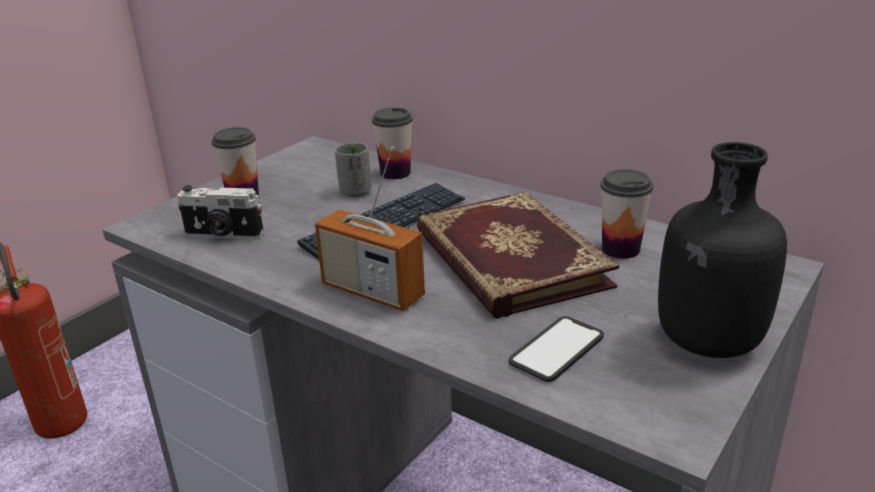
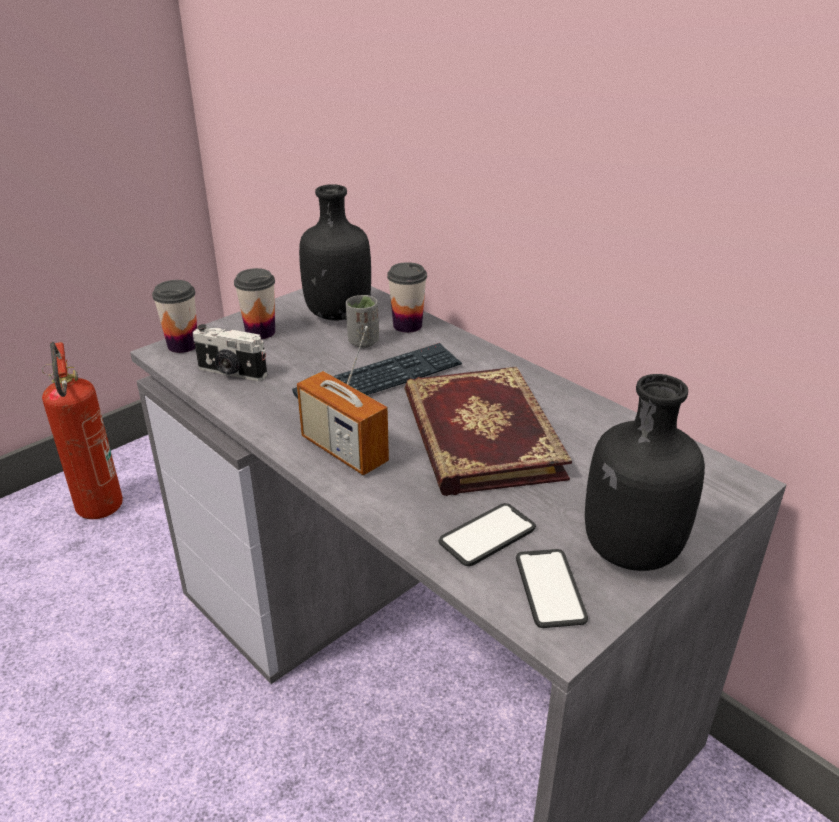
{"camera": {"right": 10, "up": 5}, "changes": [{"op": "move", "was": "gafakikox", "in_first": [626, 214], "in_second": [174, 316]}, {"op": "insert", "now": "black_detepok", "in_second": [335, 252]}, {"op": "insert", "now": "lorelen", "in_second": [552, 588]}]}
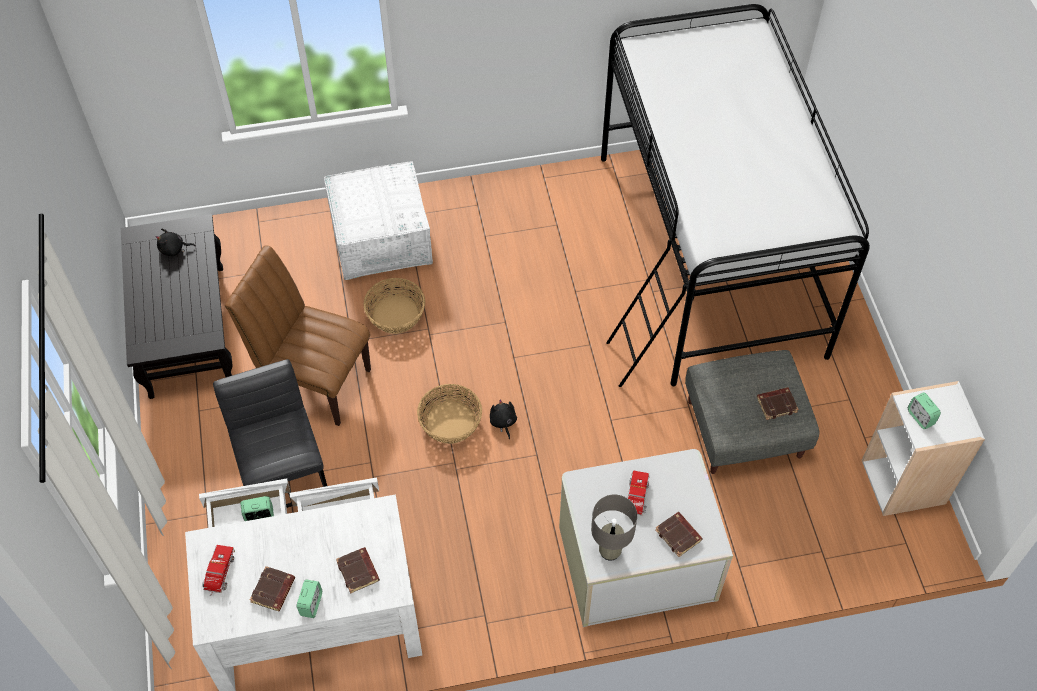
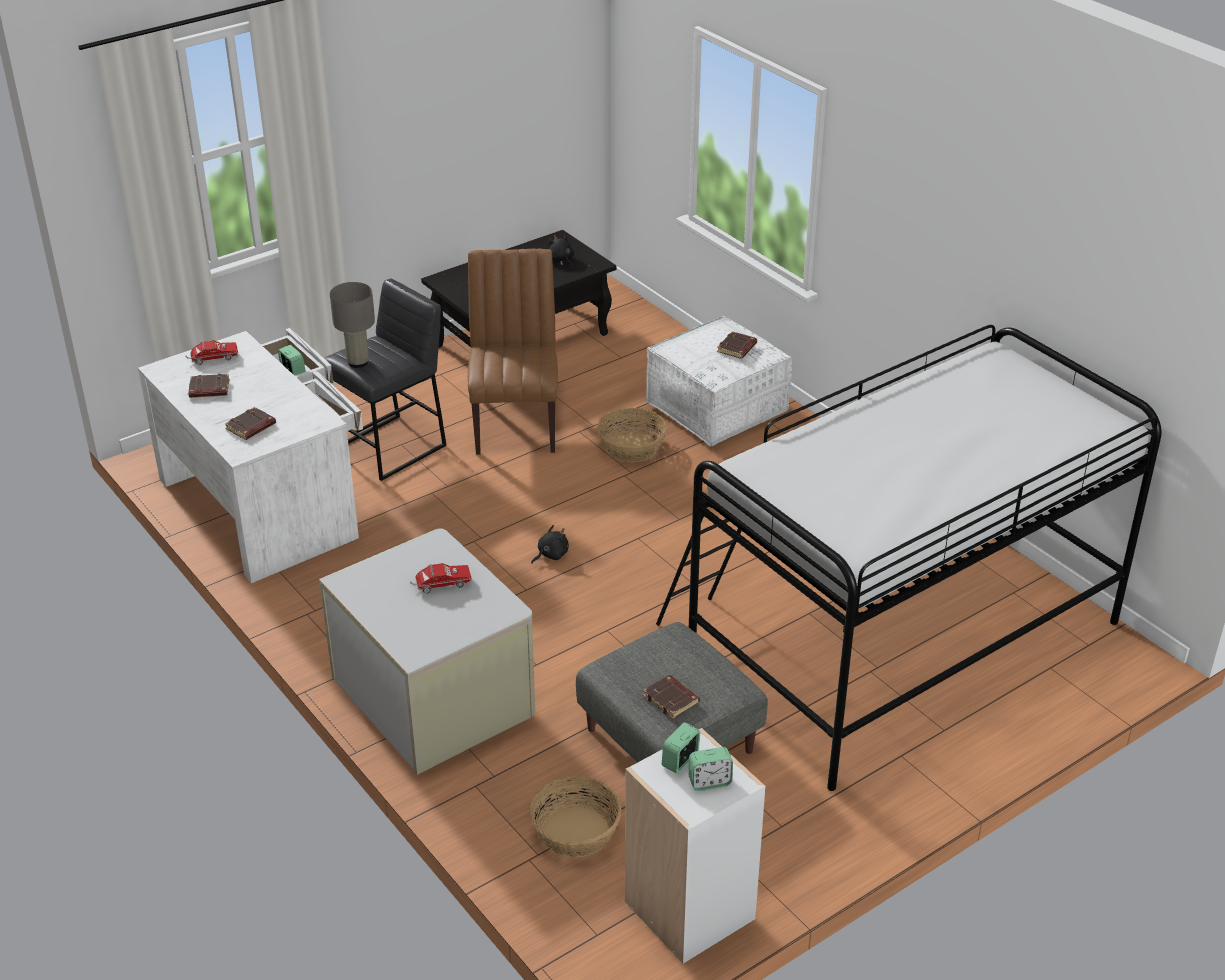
{"camera": {"right": 65, "up": -20}, "changes": [{"op": "move", "was": "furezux", "in_first": [309, 598], "in_second": [711, 769]}, {"op": "move", "was": "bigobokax", "in_first": [449, 414], "in_second": [575, 817]}, {"op": "move", "was": "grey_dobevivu", "in_first": [614, 528], "in_second": [352, 325]}, {"op": "move", "was": "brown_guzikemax", "in_first": [679, 534], "in_second": [737, 345]}]}
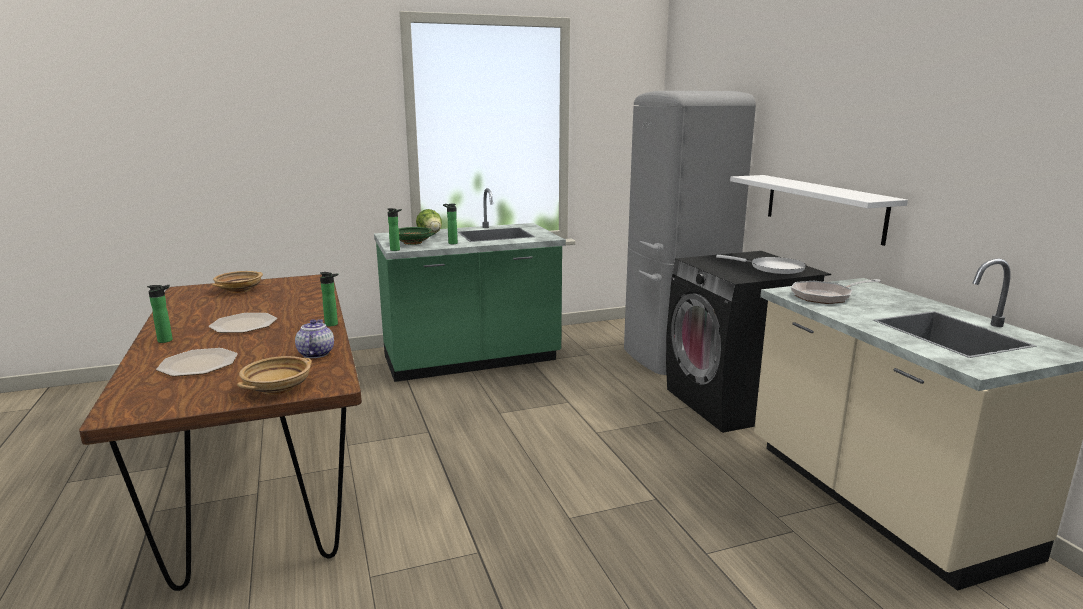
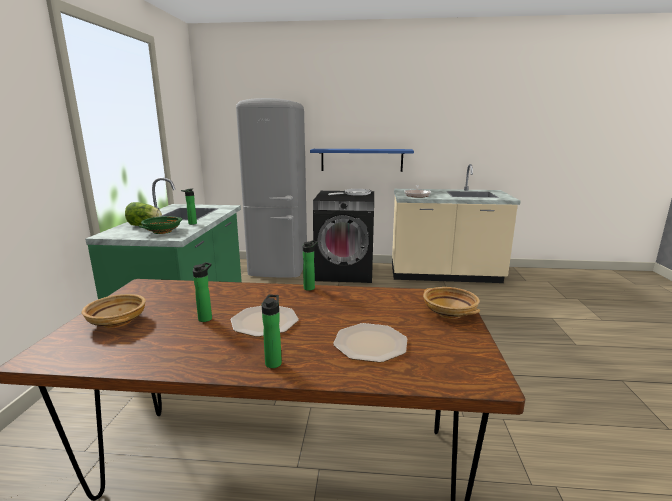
{"camera": {"right": -65, "up": 0}, "changes": [{"op": "delete", "was": "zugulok", "in_first": [314, 338]}, {"op": "move", "was": "detepok", "in_first": [395, 229], "in_second": [202, 292]}, {"op": "recolor", "was": "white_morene", "now": "blue_morene", "in_first": [819, 210], "in_second": [362, 160]}]}
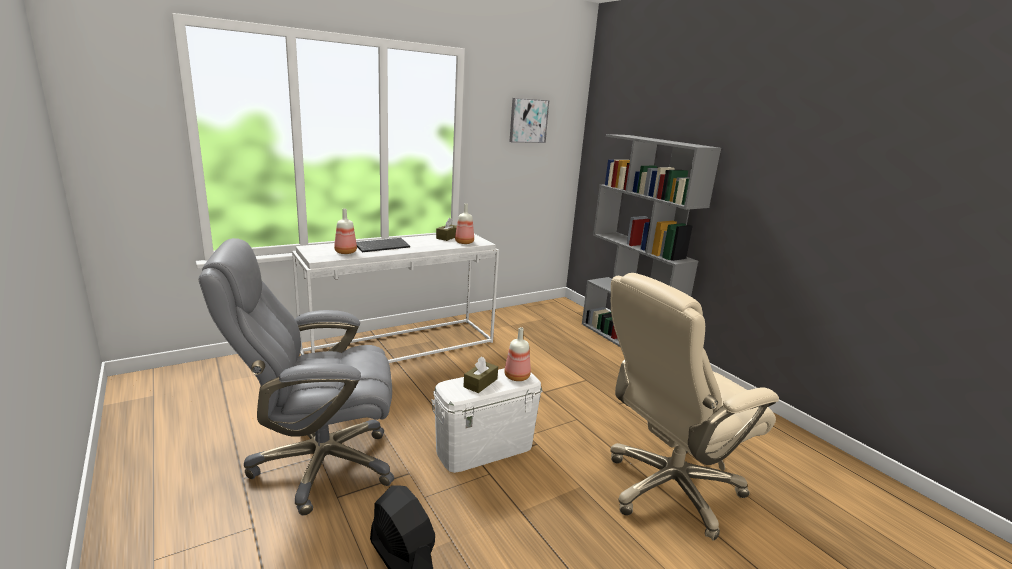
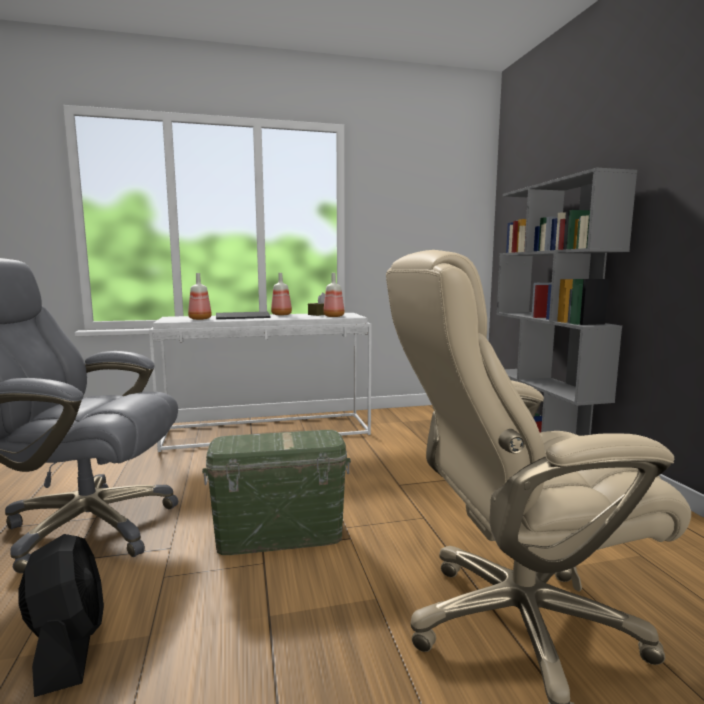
{"camera": {"right": 20, "up": -10}, "changes": [{"op": "recolor", "was": "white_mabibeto", "now": "green_mabibeto", "in_first": [486, 420], "in_second": [276, 492]}, {"op": "delete", "was": "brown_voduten", "in_first": [480, 374]}, {"op": "move", "was": "detepok", "in_first": [517, 354], "in_second": [281, 294]}, {"op": "delete", "was": "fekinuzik", "in_first": [529, 120]}]}
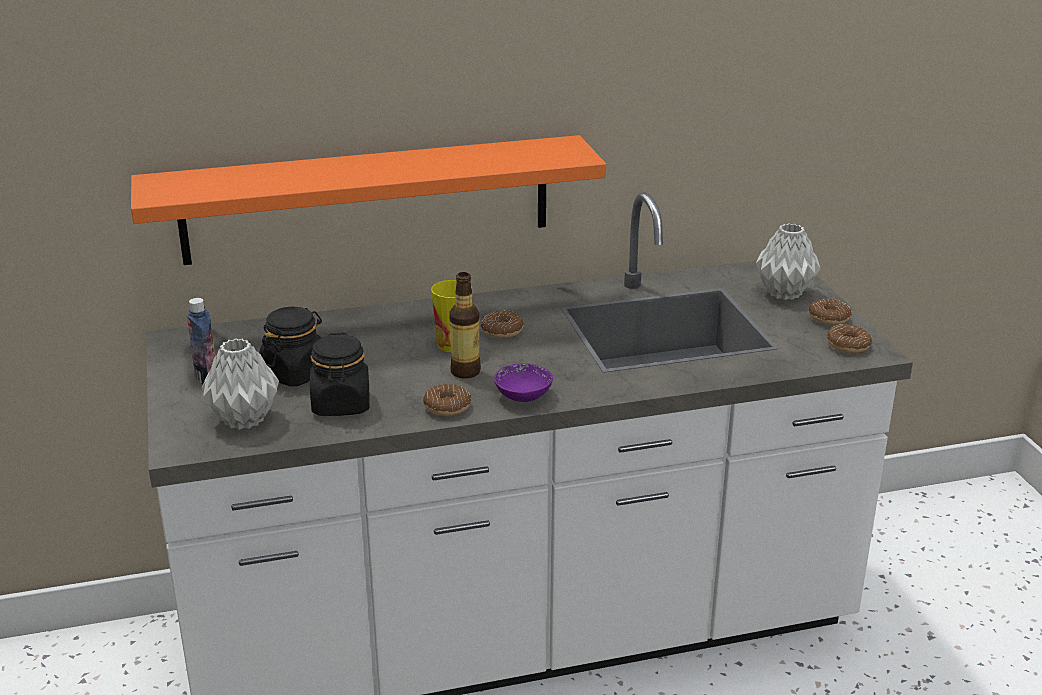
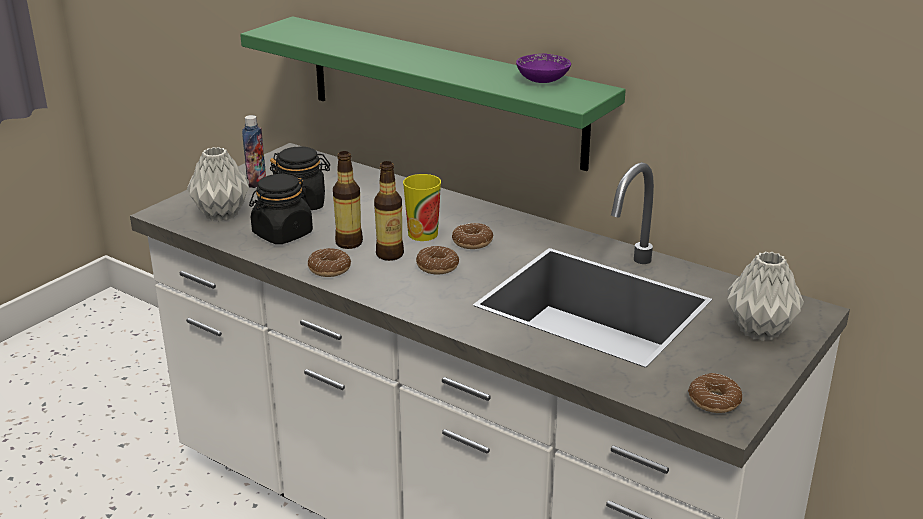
{"camera": {"right": 50, "up": 0}, "changes": [{"op": "recolor", "was": "orange_morene", "now": "green_morene", "in_first": [368, 200], "in_second": [433, 93]}, {"op": "move", "was": "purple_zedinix", "in_first": [523, 382], "in_second": [543, 68]}, {"op": "move", "was": "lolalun", "in_first": [830, 312], "in_second": [437, 260]}, {"op": "insert", "now": "detepok", "in_second": [348, 200]}]}
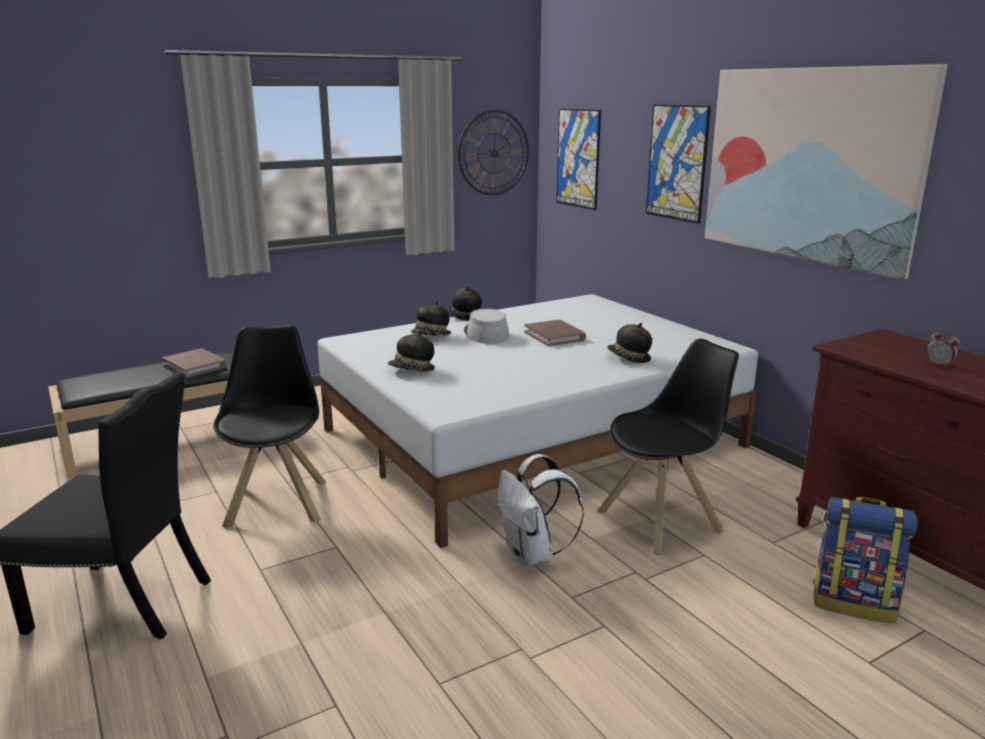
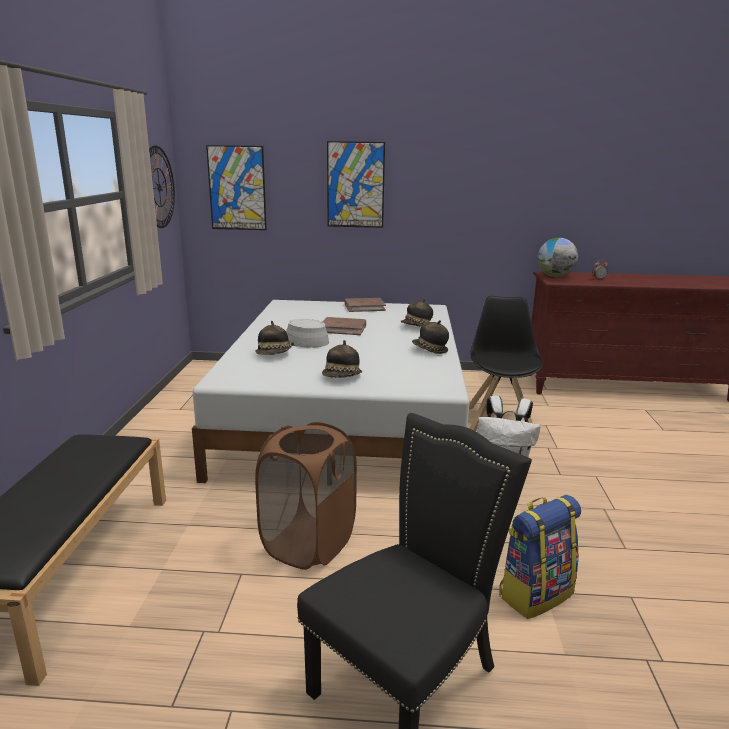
{"camera": {"right": -55, "up": 0}, "changes": [{"op": "move", "was": "brown_guzikemax", "in_first": [194, 363], "in_second": [365, 305]}, {"op": "replace", "was": "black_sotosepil", "now": "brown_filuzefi", "in_first": [270, 427], "in_second": [306, 496]}, {"op": "move", "was": "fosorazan", "in_first": [465, 303], "in_second": [430, 337]}, {"op": "delete", "was": "fekinuzik", "in_first": [826, 172]}, {"op": "move", "was": "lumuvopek", "in_first": [865, 560], "in_second": [540, 557]}, {"op": "insert", "now": "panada", "in_second": [557, 257]}]}
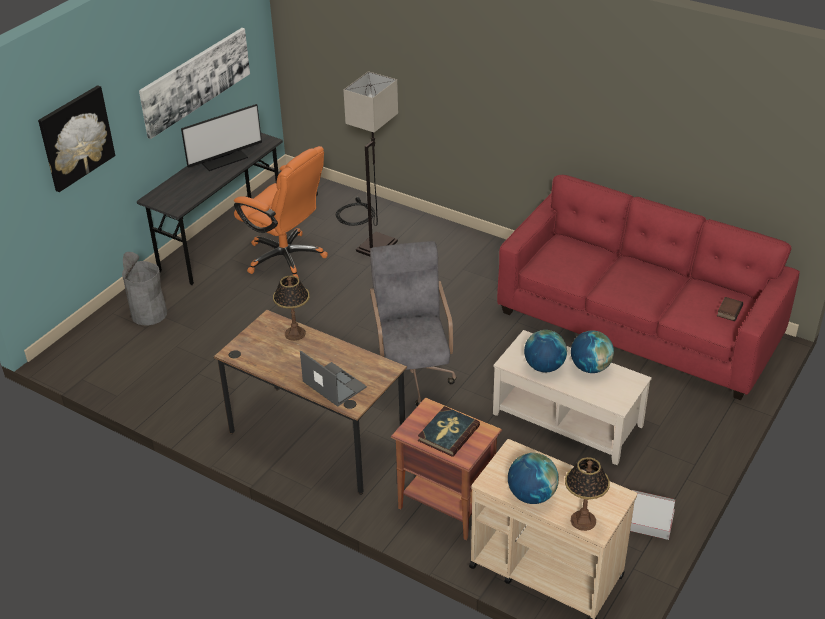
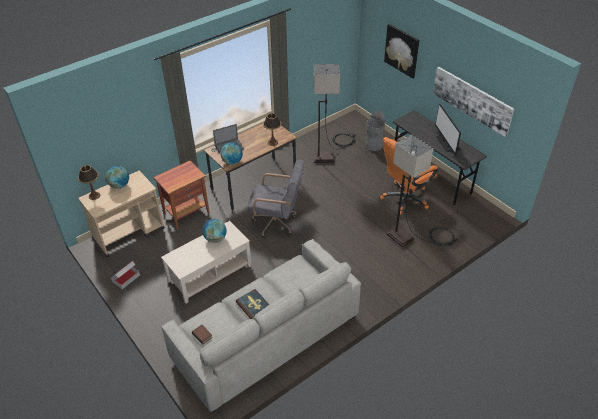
{"camera": {"right": 110, "up": 5}, "changes": [{"op": "move", "was": "guzikemax", "in_first": [449, 431], "in_second": [252, 304]}, {"op": "recolor", "was": "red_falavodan", "now": "grey_falavodan", "in_first": [648, 287], "in_second": [261, 326]}, {"op": "move", "was": "panada", "in_first": [592, 351], "in_second": [231, 153]}, {"op": "insert", "now": "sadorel", "in_second": [335, 113]}]}
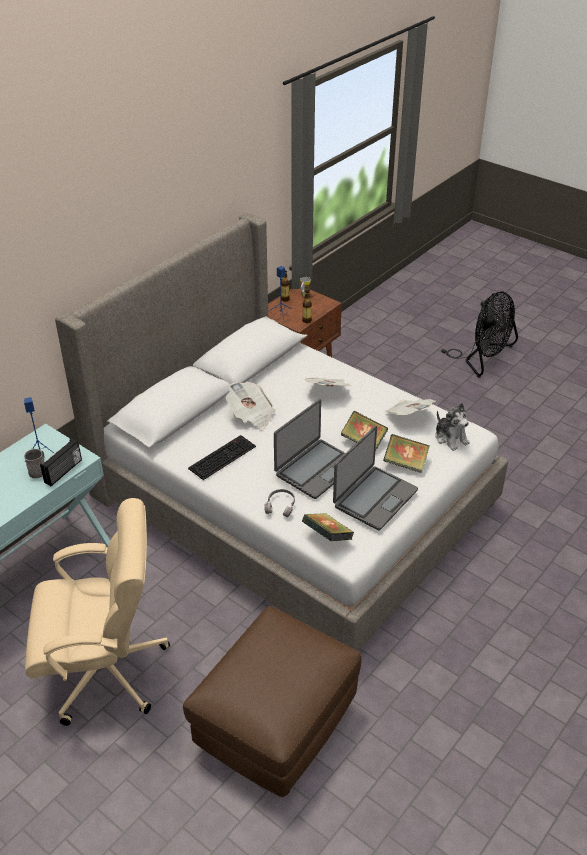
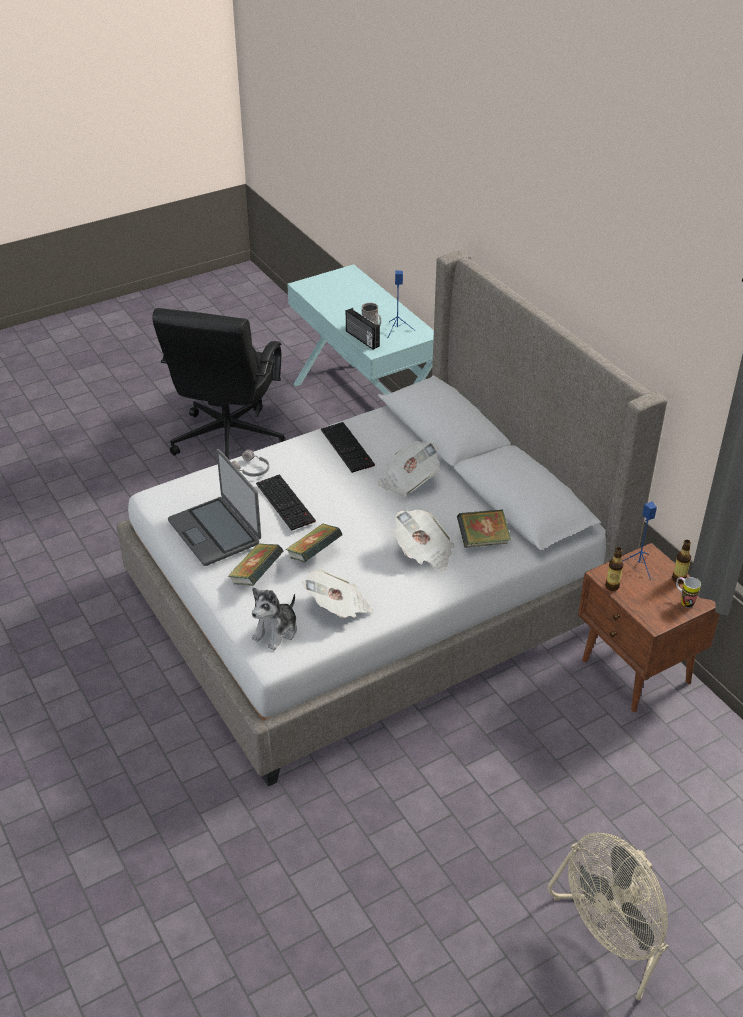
{"camera": {"right": 110, "up": 0}, "changes": [{"op": "recolor", "was": "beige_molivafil", "now": "black_molivafil", "in_first": [97, 612], "in_second": [219, 383]}, {"op": "delete", "was": "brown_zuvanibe", "in_first": [272, 701]}, {"op": "replace", "was": "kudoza", "now": "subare", "in_first": [309, 449], "in_second": [286, 502]}, {"op": "move", "was": "guzikemax", "in_first": [328, 527], "in_second": [484, 528]}, {"op": "rotate", "was": "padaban", "in_first": [452, 427], "in_second": [274, 618], "clockwise": -45}, {"op": "recolor", "was": "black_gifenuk", "now": "beige_gifenuk", "in_first": [479, 335], "in_second": [608, 917]}]}
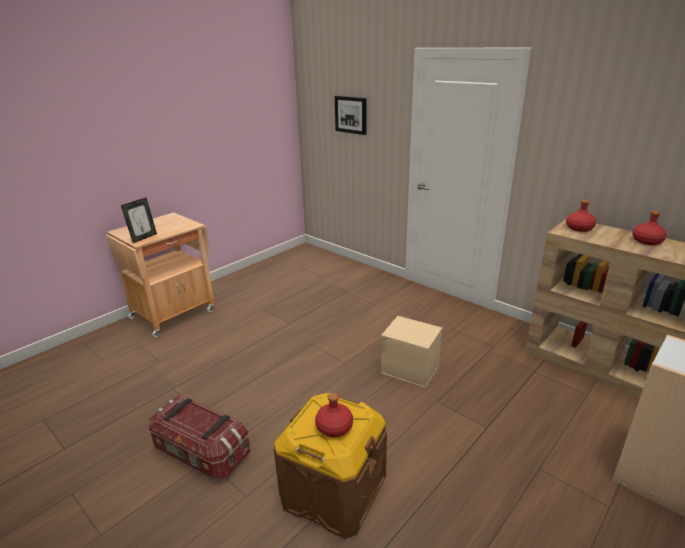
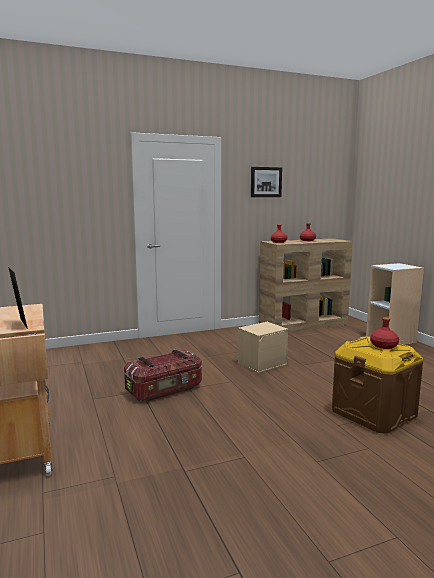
{"camera": {"right": -65, "up": -15}, "changes": [{"op": "move", "was": "mabibeto", "in_first": [200, 437], "in_second": [163, 375]}, {"op": "move", "was": "fekinuzik", "in_first": [350, 115], "in_second": [266, 182]}]}
